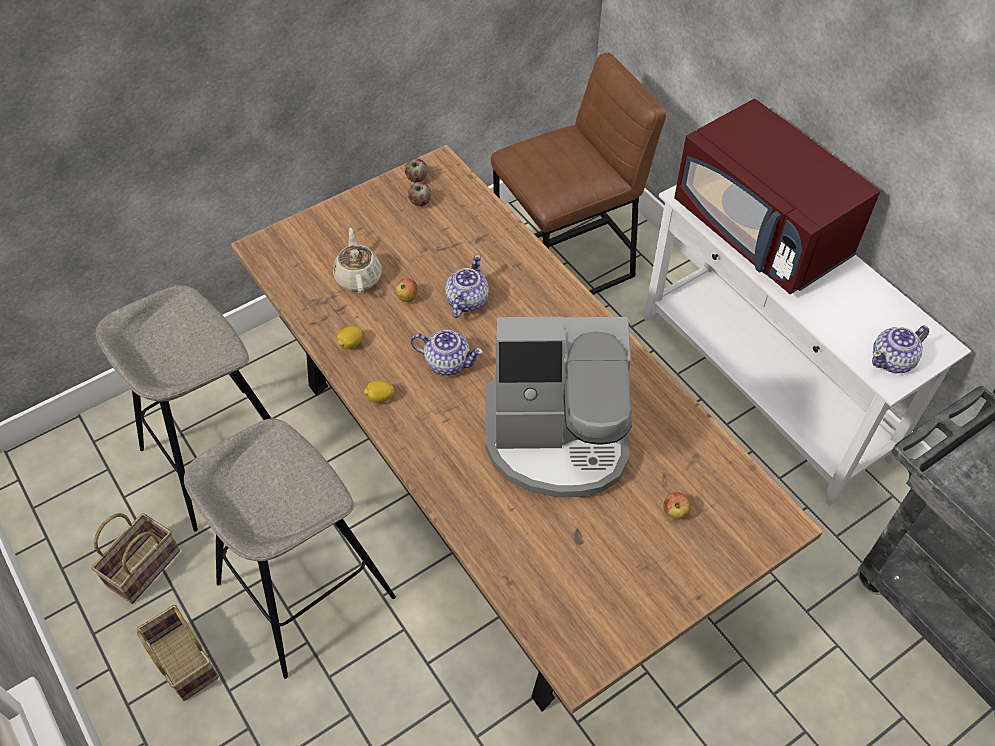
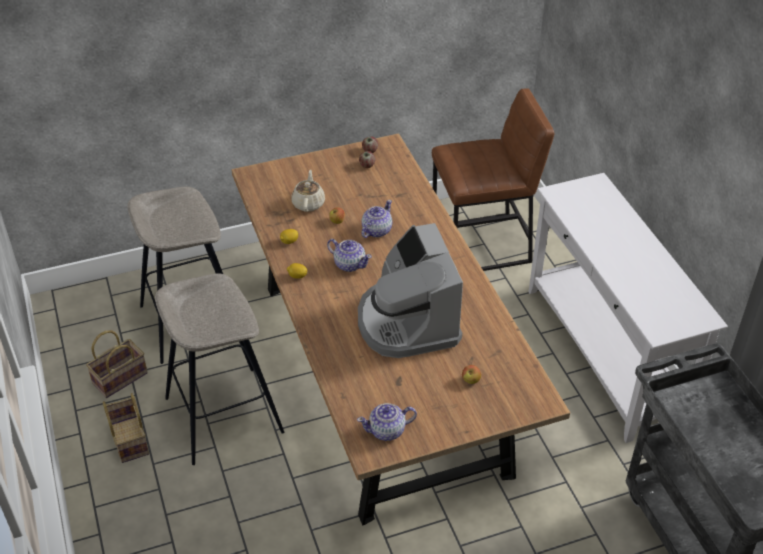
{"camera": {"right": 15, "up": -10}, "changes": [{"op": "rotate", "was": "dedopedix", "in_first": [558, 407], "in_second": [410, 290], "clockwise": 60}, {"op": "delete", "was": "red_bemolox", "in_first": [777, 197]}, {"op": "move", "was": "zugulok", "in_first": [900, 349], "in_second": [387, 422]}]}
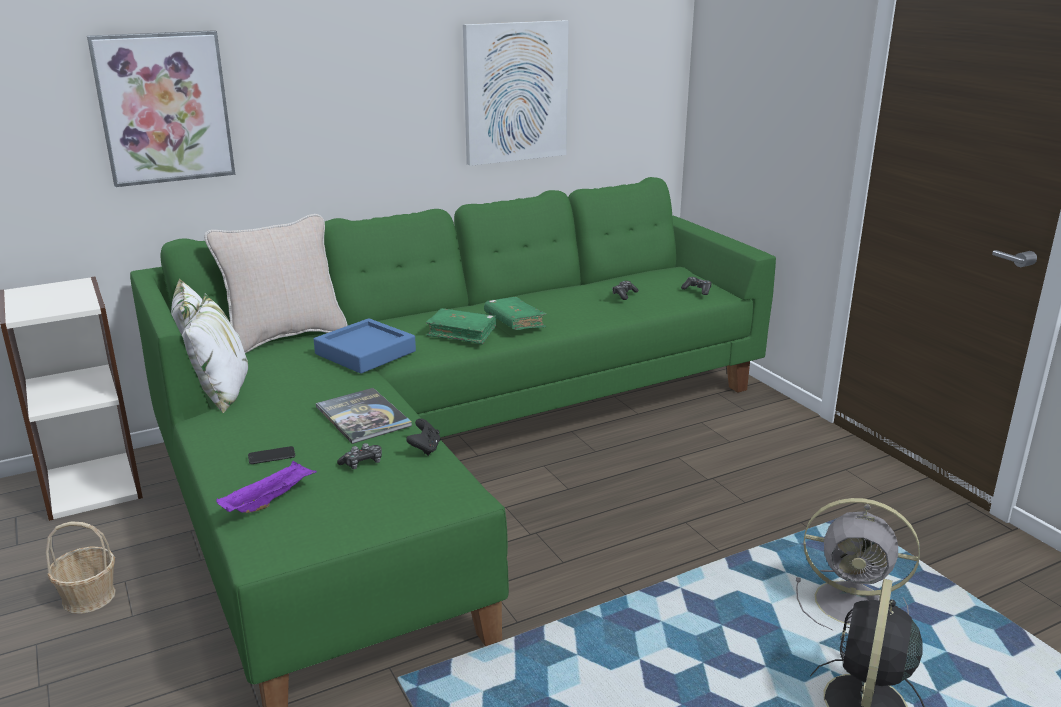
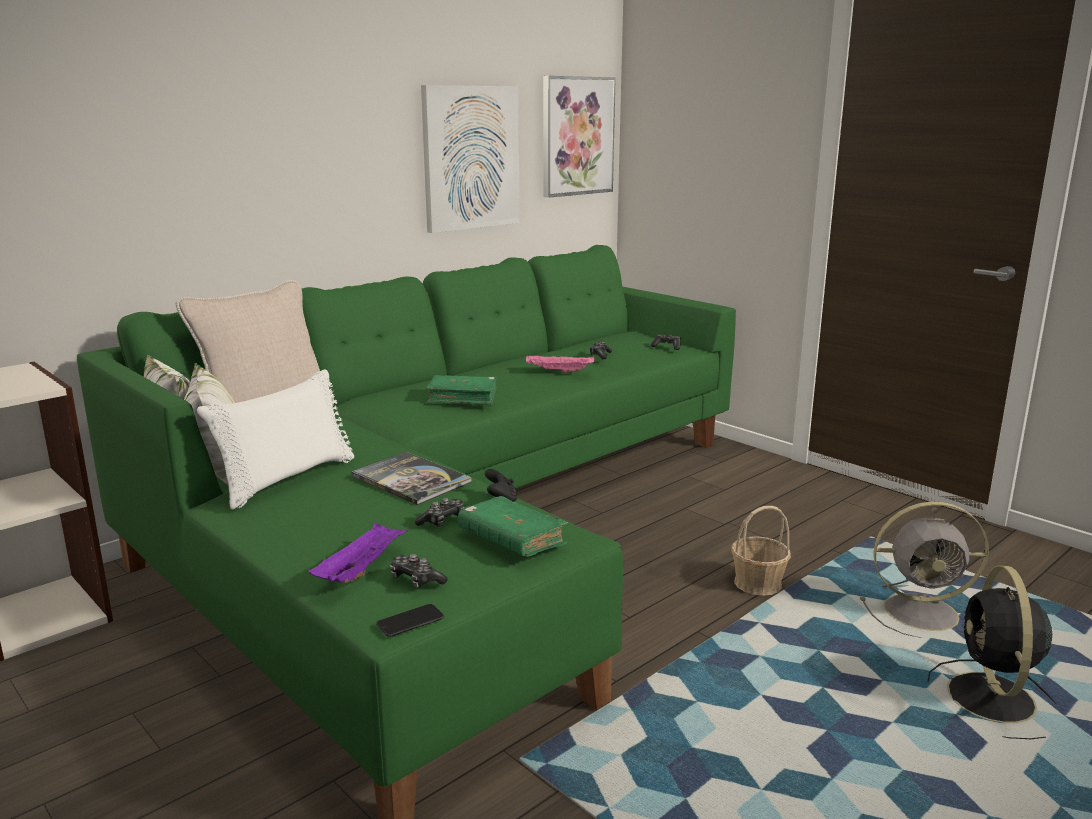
{"camera": {"right": -15, "up": -5}, "changes": [{"op": "move", "was": "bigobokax", "in_first": [81, 567], "in_second": [761, 551]}, {"op": "move", "was": "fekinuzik", "in_first": [161, 108], "in_second": [579, 137]}, {"op": "move", "was": "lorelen", "in_first": [271, 455], "in_second": [410, 620]}, {"op": "delete", "was": "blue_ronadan", "in_first": [365, 346]}, {"op": "move", "was": "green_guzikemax", "in_first": [515, 313], "in_second": [512, 526]}, {"op": "insert", "now": "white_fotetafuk", "in_second": [275, 439]}, {"op": "insert", "now": "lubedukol", "in_second": [419, 570]}, {"op": "insert", "now": "pink_ronadan", "in_second": [560, 364]}]}
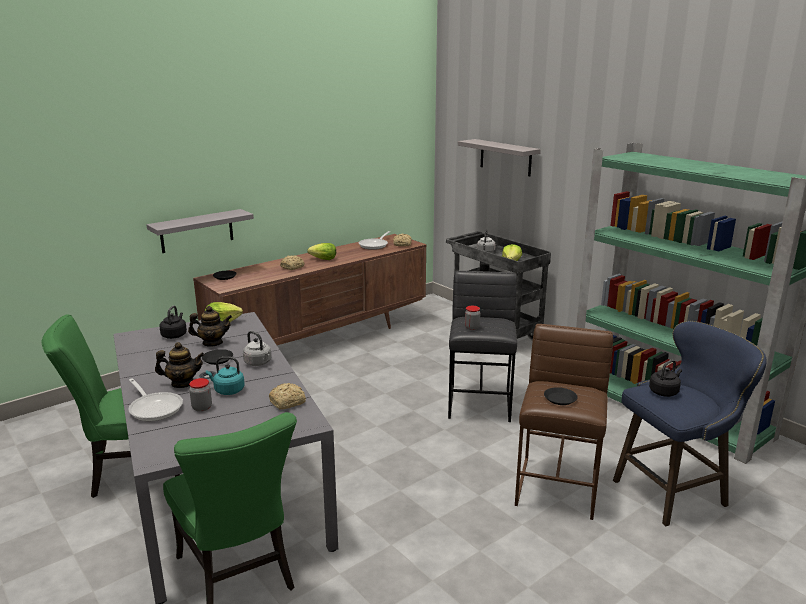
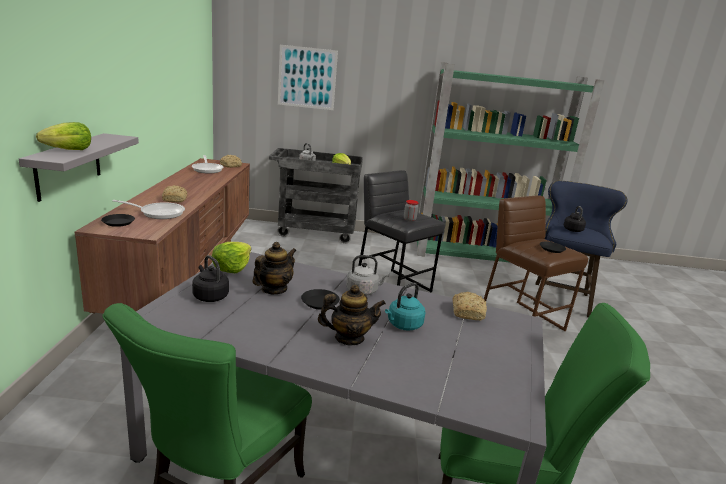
{"camera": {"right": -50, "up": 0}, "changes": [{"op": "move", "was": "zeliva", "in_first": [155, 399], "in_second": [149, 209]}, {"op": "rotate", "was": "zugulok", "in_first": [180, 365], "in_second": [352, 315], "clockwise": 45}, {"op": "delete", "was": "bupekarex", "in_first": [200, 395]}, {"op": "move", "was": "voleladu", "in_first": [322, 251], "in_second": [63, 136]}, {"op": "replace", "was": "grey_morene", "now": "fekinuzik", "in_first": [499, 157], "in_second": [308, 77]}]}
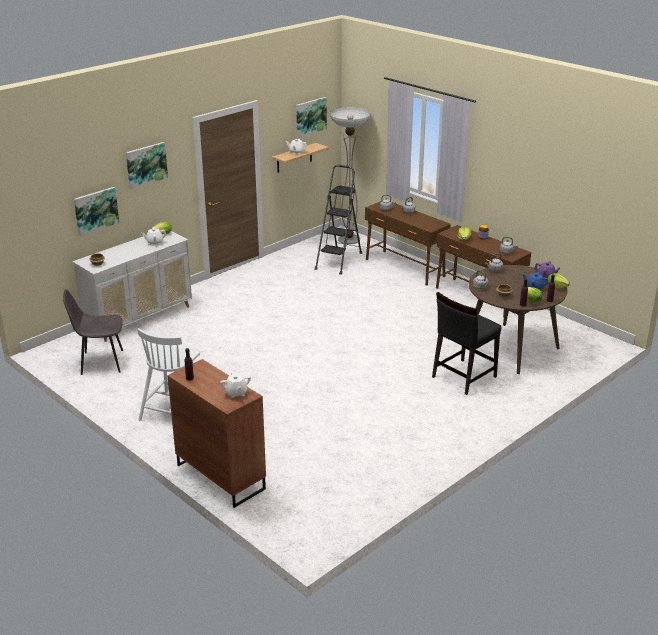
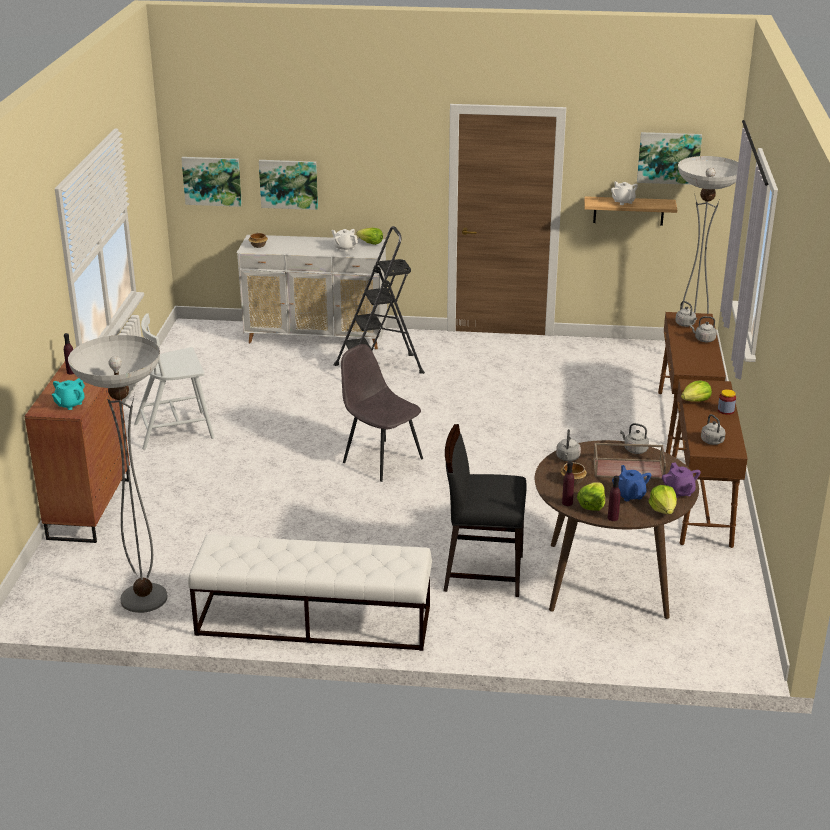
{"camera": {"right": 50, "up": 0}, "changes": [{"op": "move", "was": "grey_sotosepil", "in_first": [93, 332], "in_second": [382, 413]}, {"op": "move", "was": "fekinuzik", "in_first": [147, 166], "in_second": [211, 182]}, {"op": "recolor", "was": "white_zugulok", "now": "turquoise_zugulok", "in_first": [235, 384], "in_second": [68, 394]}, {"op": "move", "was": "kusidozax", "in_first": [338, 220], "in_second": [379, 300]}, {"op": "insert", "now": "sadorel", "in_second": [118, 474]}, {"op": "insert", "now": "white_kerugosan", "in_second": [310, 593]}, {"op": "insert", "now": "brown_ronadan", "in_second": [629, 461]}]}
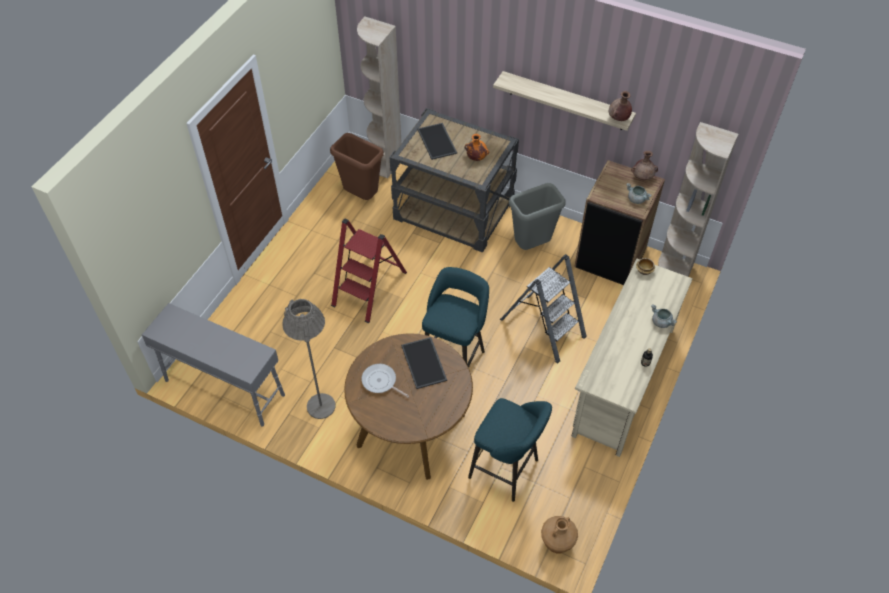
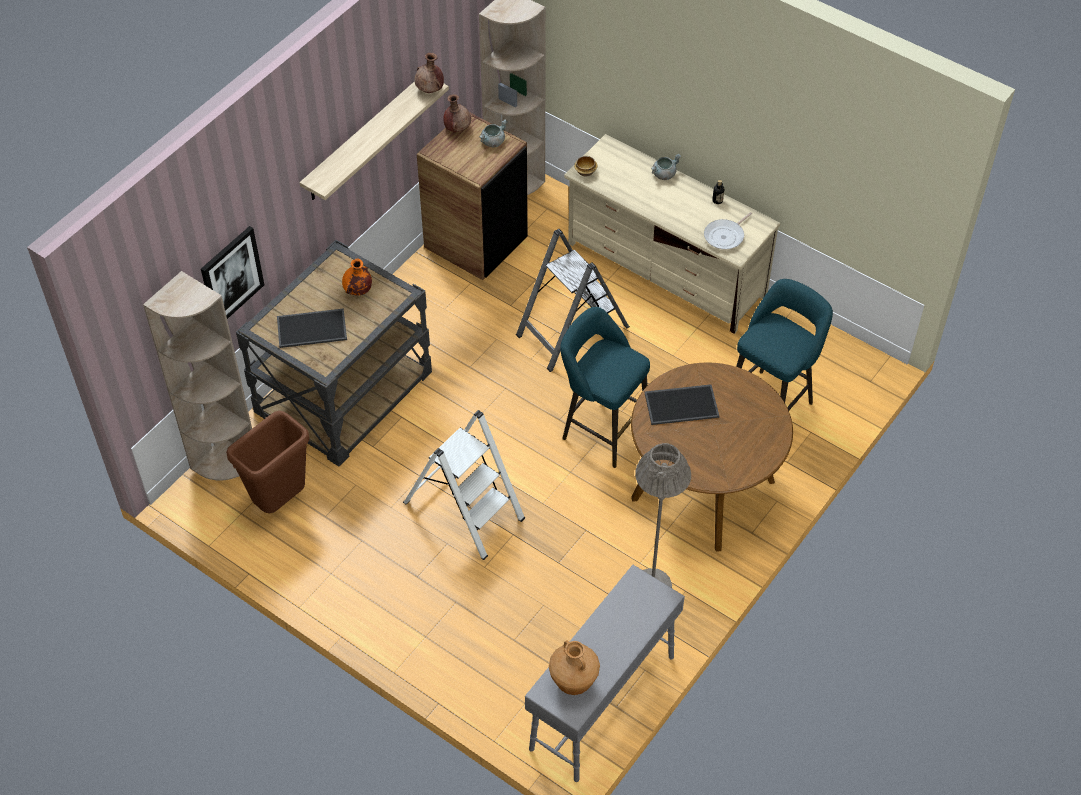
{"camera": {"right": -80, "up": 0}, "changes": [{"op": "recolor", "was": "red_kusidozax", "now": "white_kusidozax", "in_first": [369, 270], "in_second": [464, 485]}, {"op": "move", "was": "zeliva", "in_first": [385, 380], "in_second": [728, 230]}, {"op": "delete", "was": "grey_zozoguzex", "in_first": [537, 216]}, {"op": "move", "was": "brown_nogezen", "in_first": [559, 534], "in_second": [574, 667]}, {"op": "insert", "now": "fekinuzik", "in_second": [232, 272]}]}
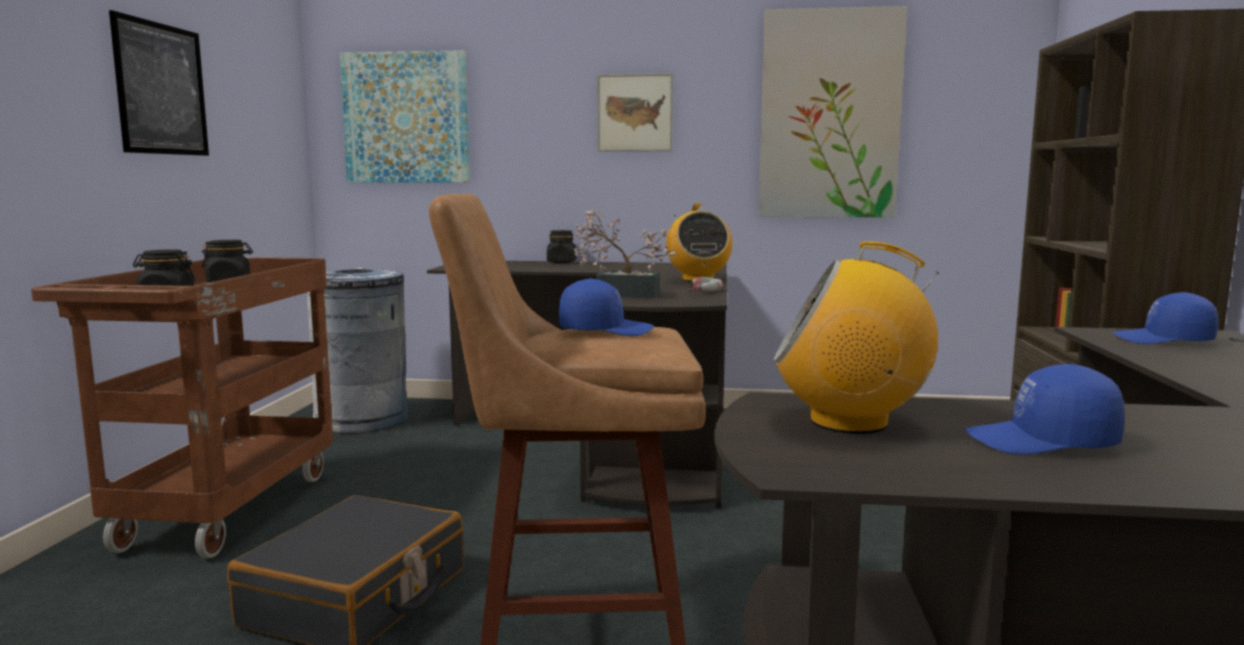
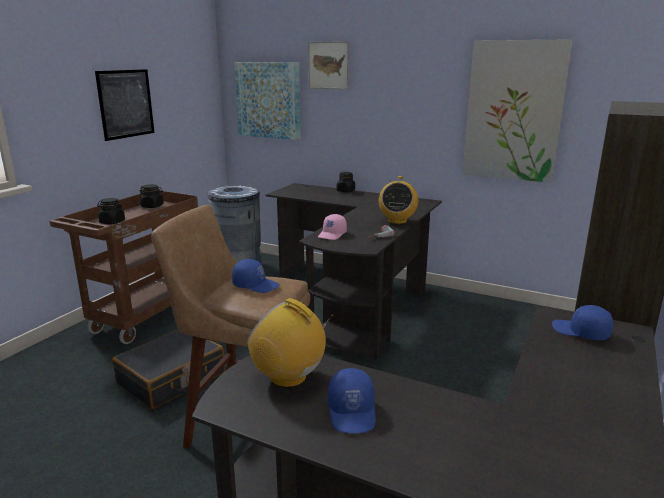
{"camera": {"right": 20, "up": 10}, "changes": [{"op": "replace", "was": "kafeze", "now": "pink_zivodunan", "in_first": [625, 253], "in_second": [332, 227]}, {"op": "move", "was": "fekinuzik", "in_first": [635, 112], "in_second": [329, 65]}, {"op": "rotate", "was": "blue_zivodunan", "in_first": [1045, 409], "in_second": [352, 400], "clockwise": -120}]}
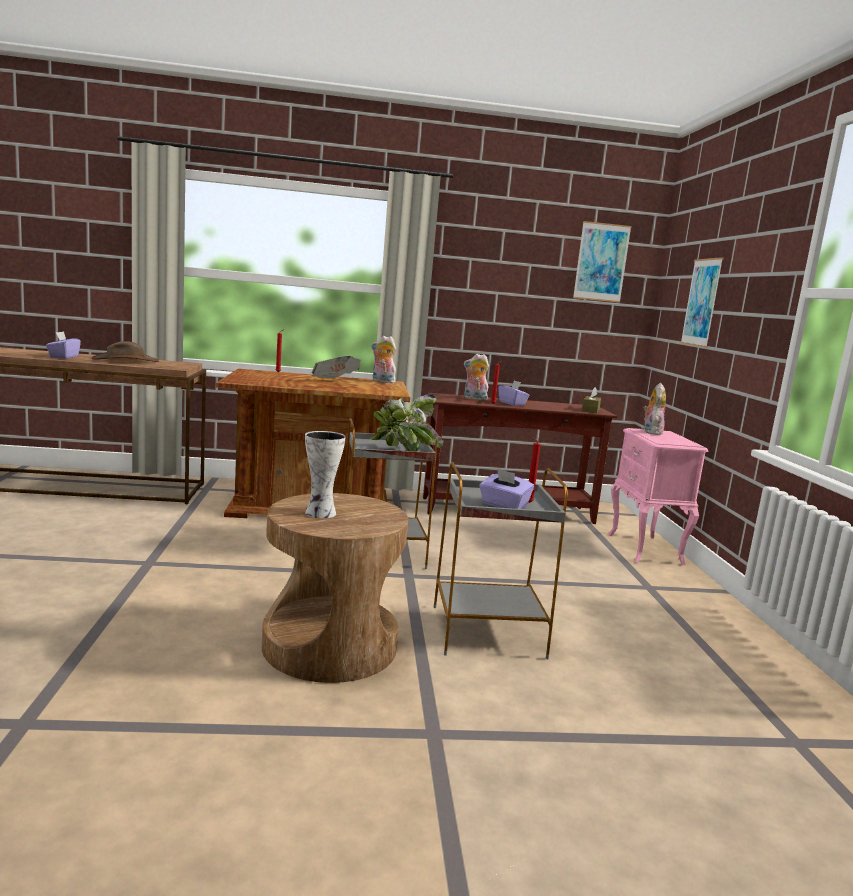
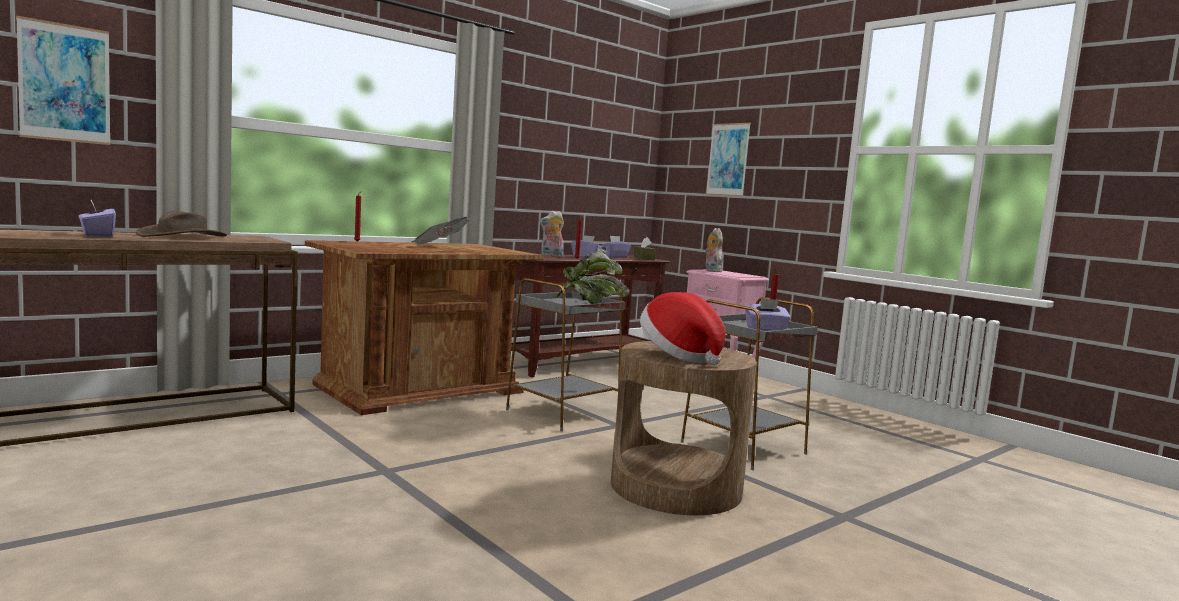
{"camera": {"right": -35, "up": -5}, "changes": [{"op": "replace", "was": "nogezen", "now": "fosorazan", "in_first": [325, 474], "in_second": [683, 328]}, {"op": "delete", "was": "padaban", "in_first": [384, 359]}, {"op": "move", "was": "fekinuzik", "in_first": [602, 262], "in_second": [63, 80]}, {"op": "insert", "now": "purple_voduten", "in_second": [615, 247]}]}
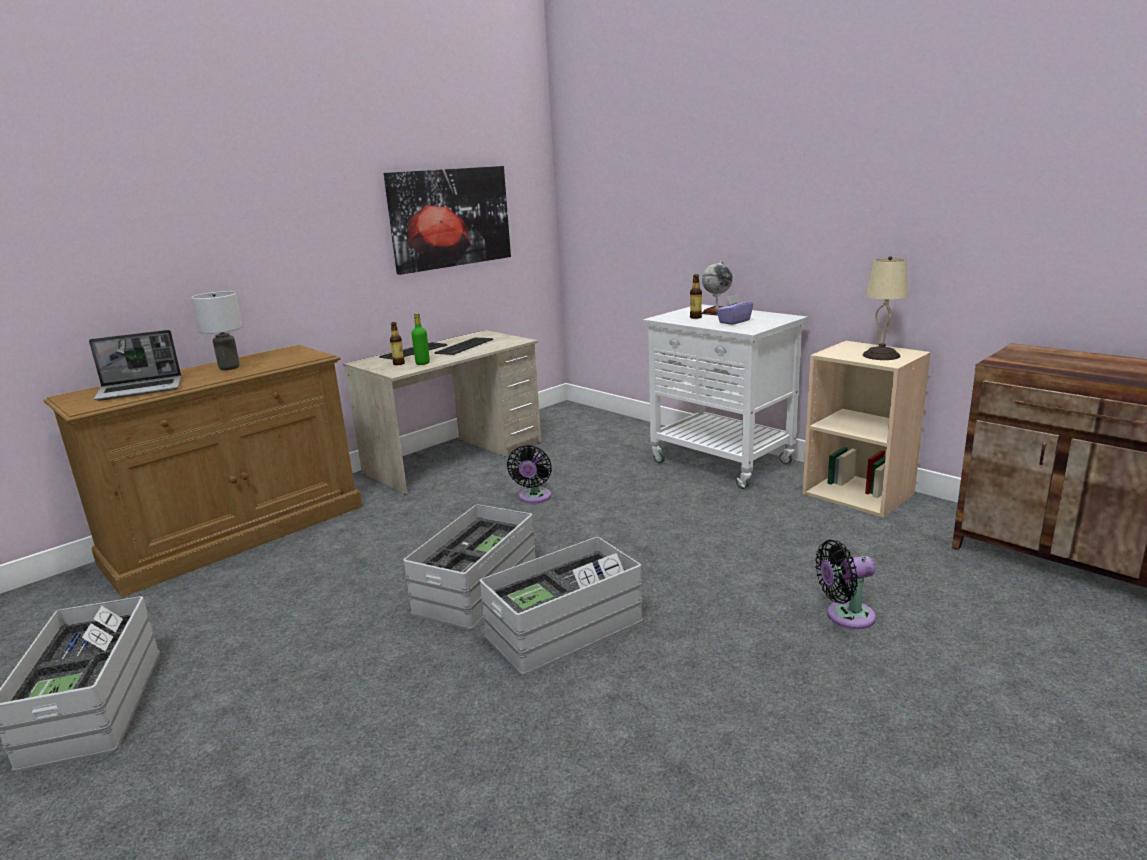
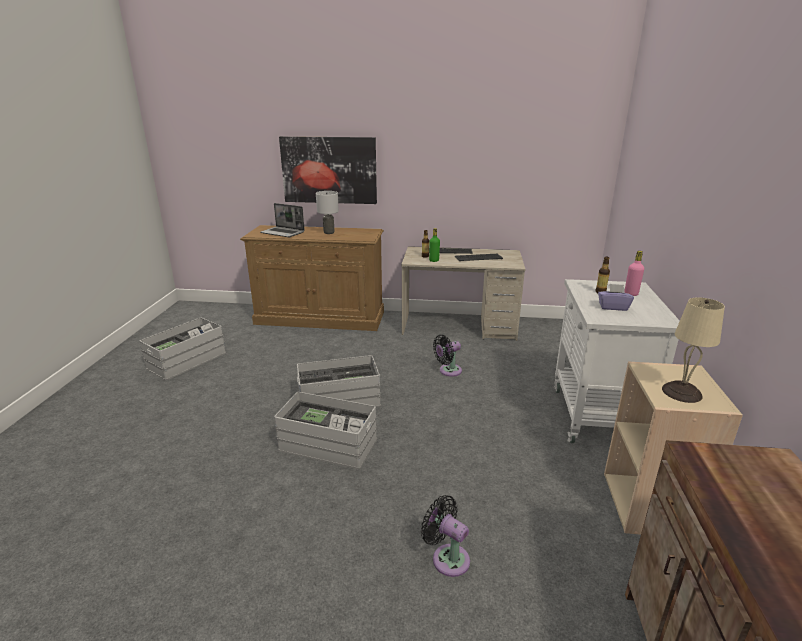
{"camera": {"right": 50, "up": 5}, "changes": [{"op": "move", "was": "fekinuzik", "in_first": [447, 220], "in_second": [328, 170]}, {"op": "replace", "was": "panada", "now": "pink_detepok", "in_first": [717, 288], "in_second": [634, 273]}]}
